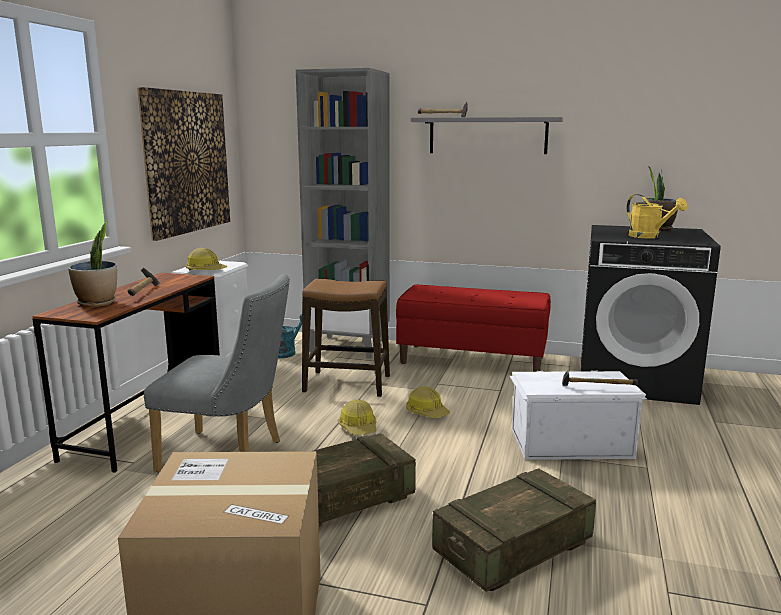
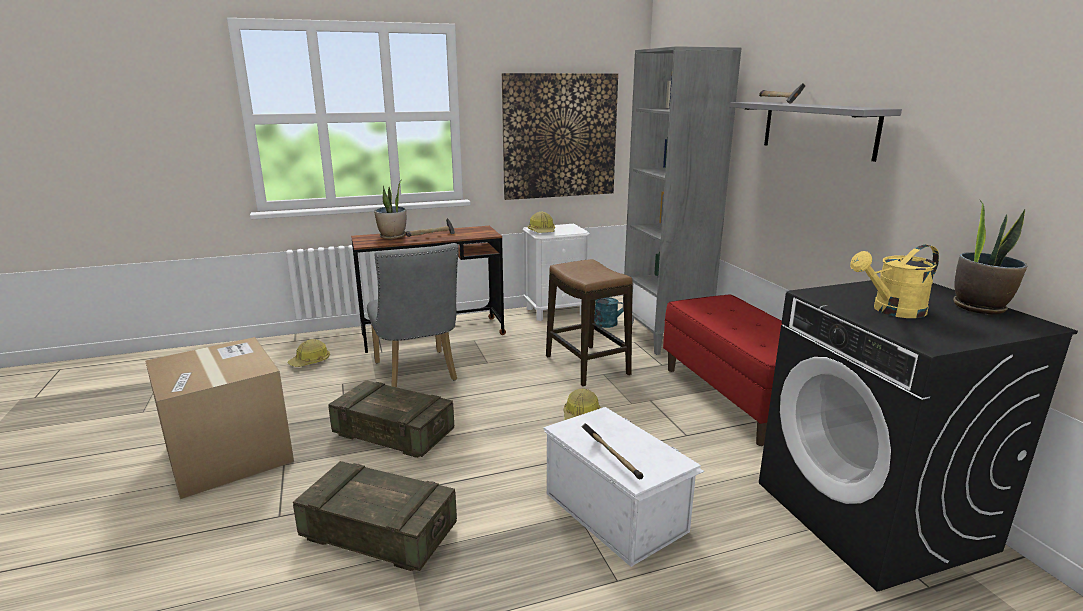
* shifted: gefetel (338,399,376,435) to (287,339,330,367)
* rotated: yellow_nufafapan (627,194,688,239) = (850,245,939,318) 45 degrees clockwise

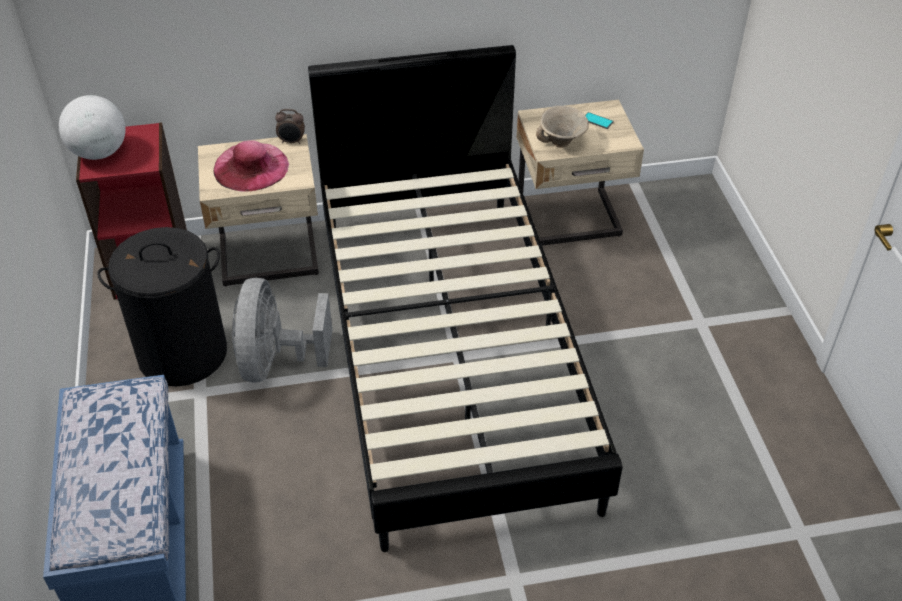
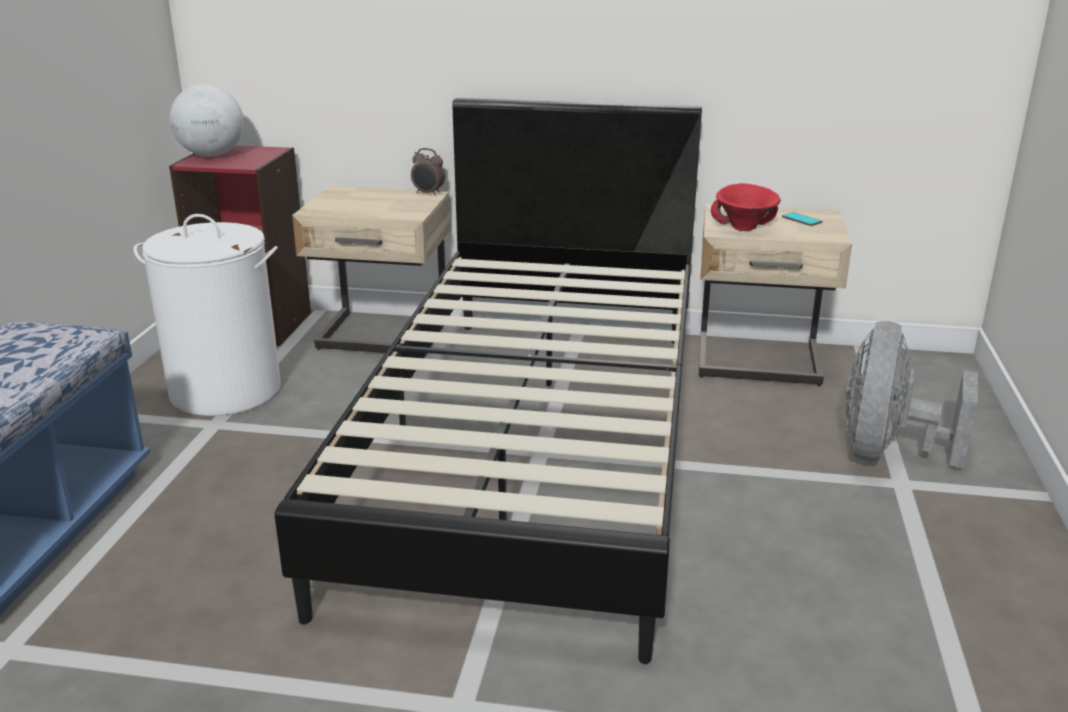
* gone: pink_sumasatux (213,141,289,192)
* shifted: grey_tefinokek (232,278,332,383) to (845,321,978,468)
* repainted: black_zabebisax (97,227,227,386) to white_zabebisax (134,214,281,416)
* repainted: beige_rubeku (536,106,589,148) to red_rubeku (711,183,781,231)

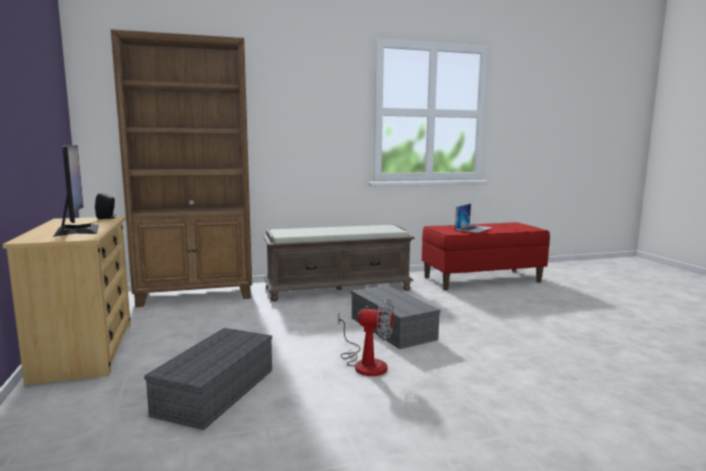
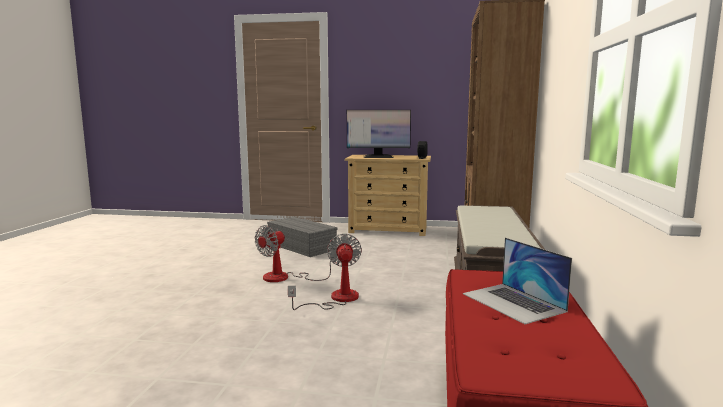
* swapped: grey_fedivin (351,285,440,349) to tefinokek (288,234,362,310)

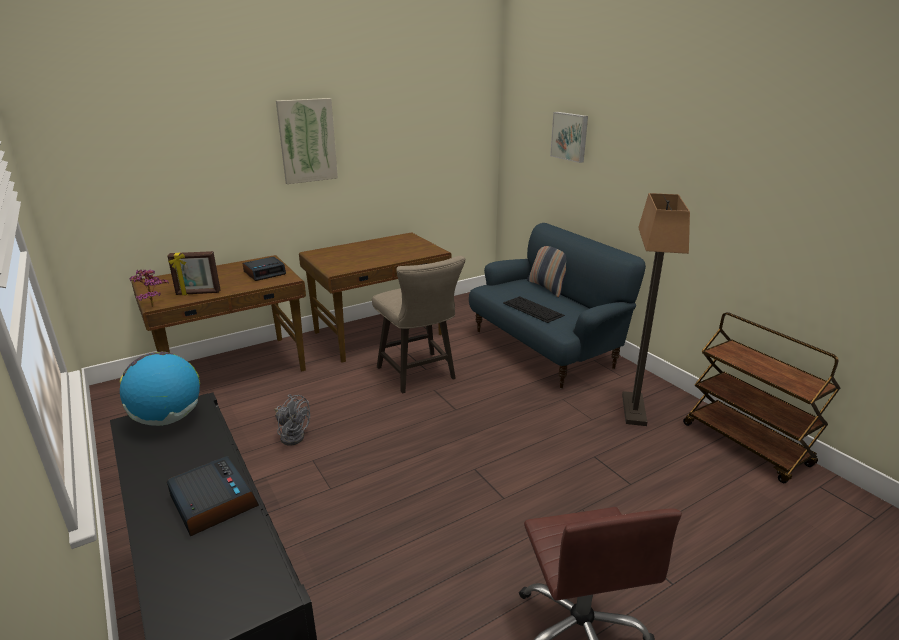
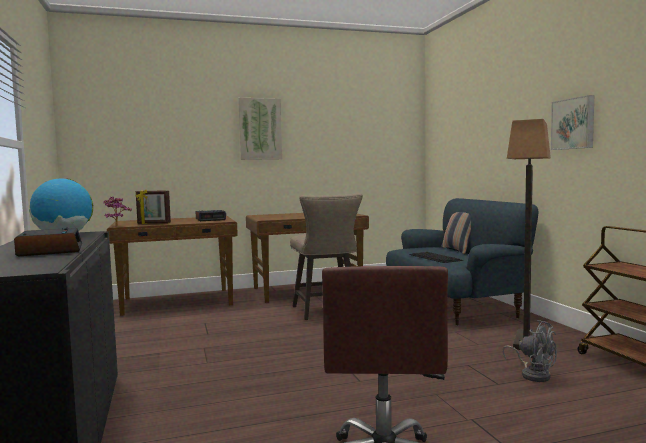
* shifted: grey_tefinokek (274,395,310,446) to (502,320,557,382)
* shifted: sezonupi (550,112,588,163) to (551,95,594,150)

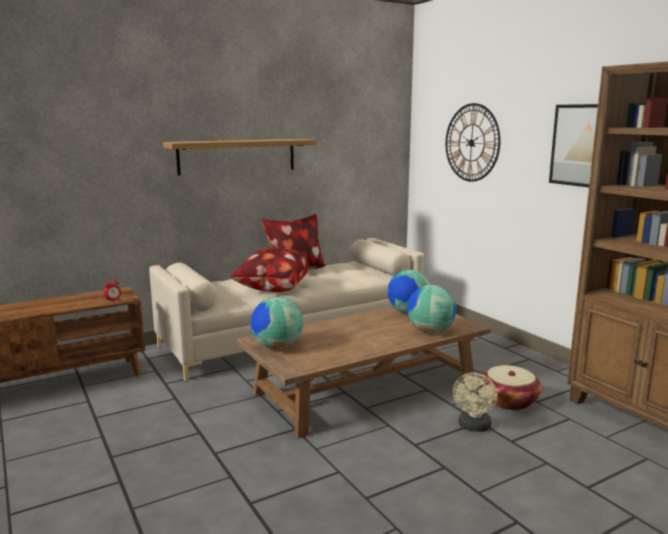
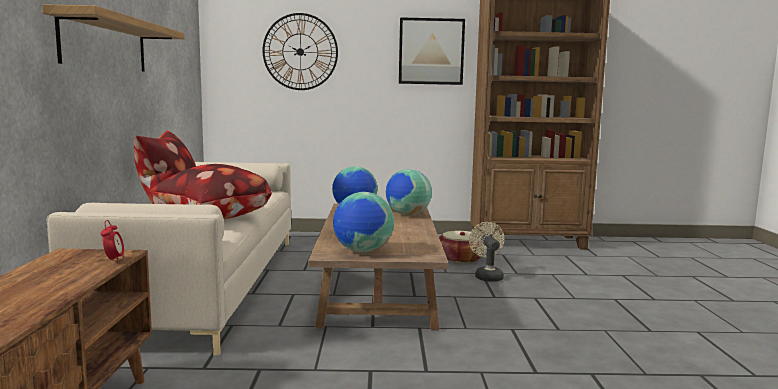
* rotated: beige_tefinokek (453,373,498,432) = (469,222,505,282) 150 degrees counterclockwise

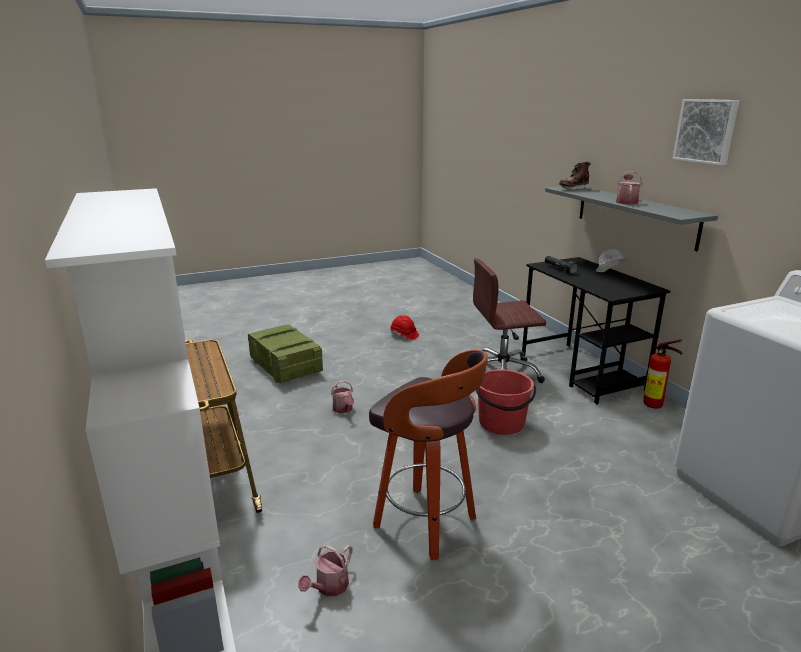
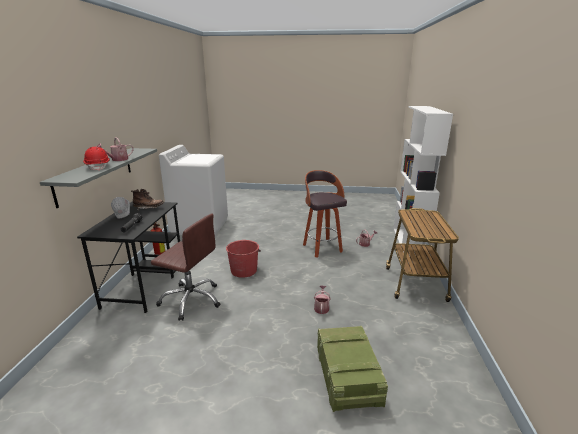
* gone: sezonupi (672,99,740,165)
* shifted: red_gefetel (390,315,419,340) to (83,147,110,171)
* shifted: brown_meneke (559,161,591,190) to (131,189,164,210)

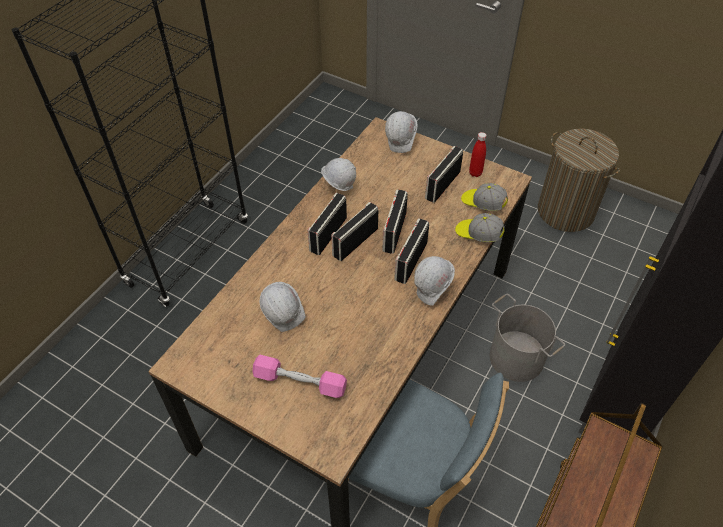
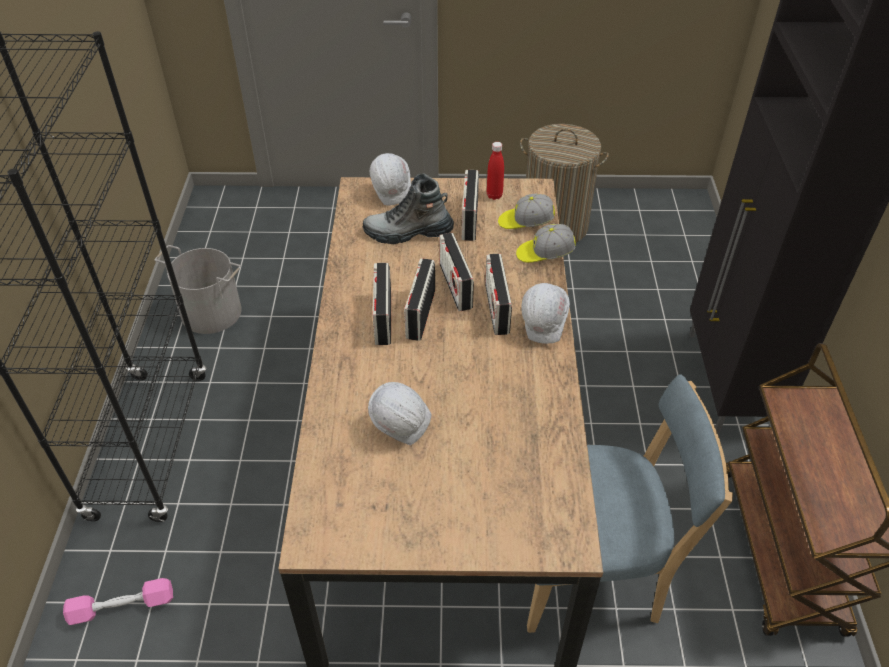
* gone: white_gefetel (321,158,356,191)
* new: meneke (363,173,454,244)
* shifted: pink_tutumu (253,355,347,398) to (63,578,173,625)
* shifted: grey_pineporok (490,294,565,382) to (155,245,242,334)

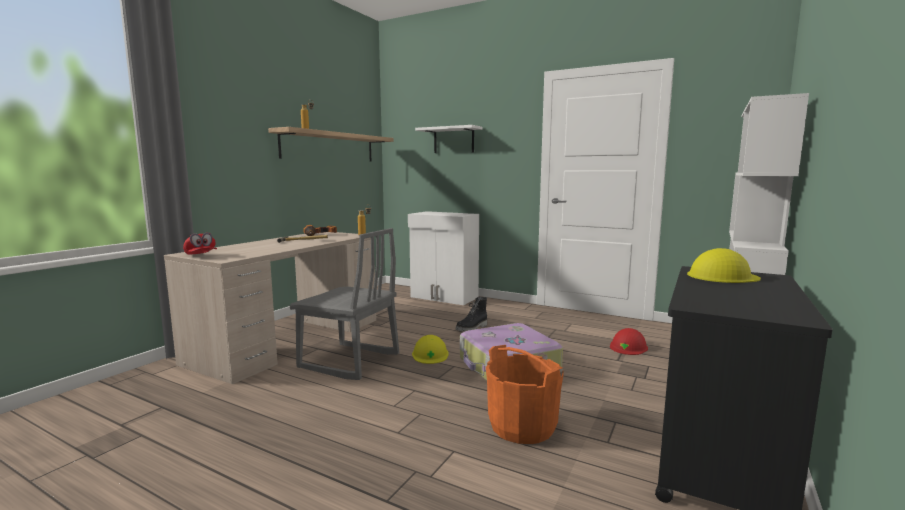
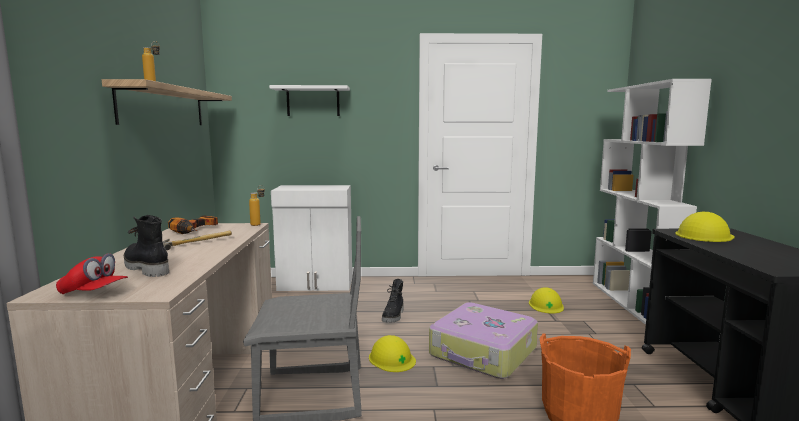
* new: black_meneke (124,215,169,277)
* repainted: red_gefetel (610,328,648,355) to yellow_gefetel (529,287,564,313)

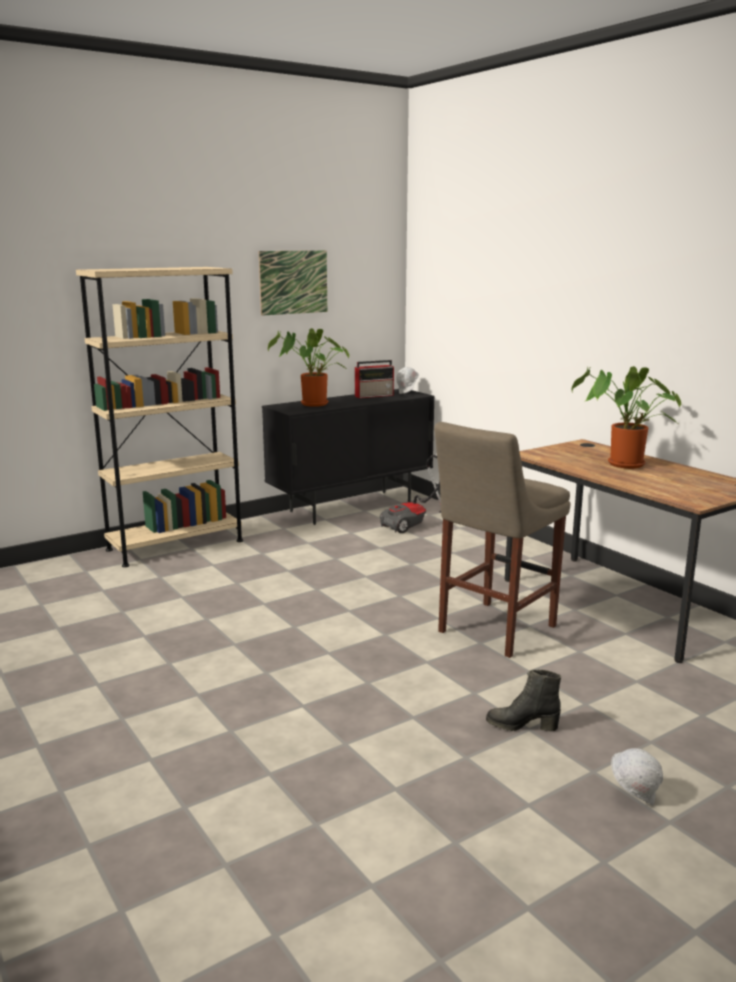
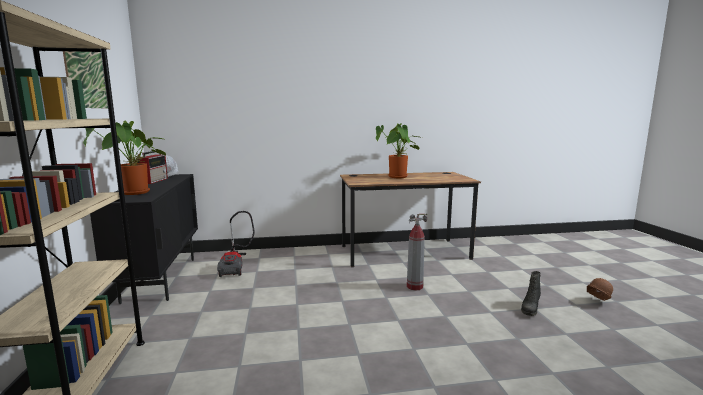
* swapped: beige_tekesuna (434,422,571,658) to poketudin (407,214,427,291)
* repainted: white_gefetel (611,748,663,806) to brown_gefetel (587,278,613,301)

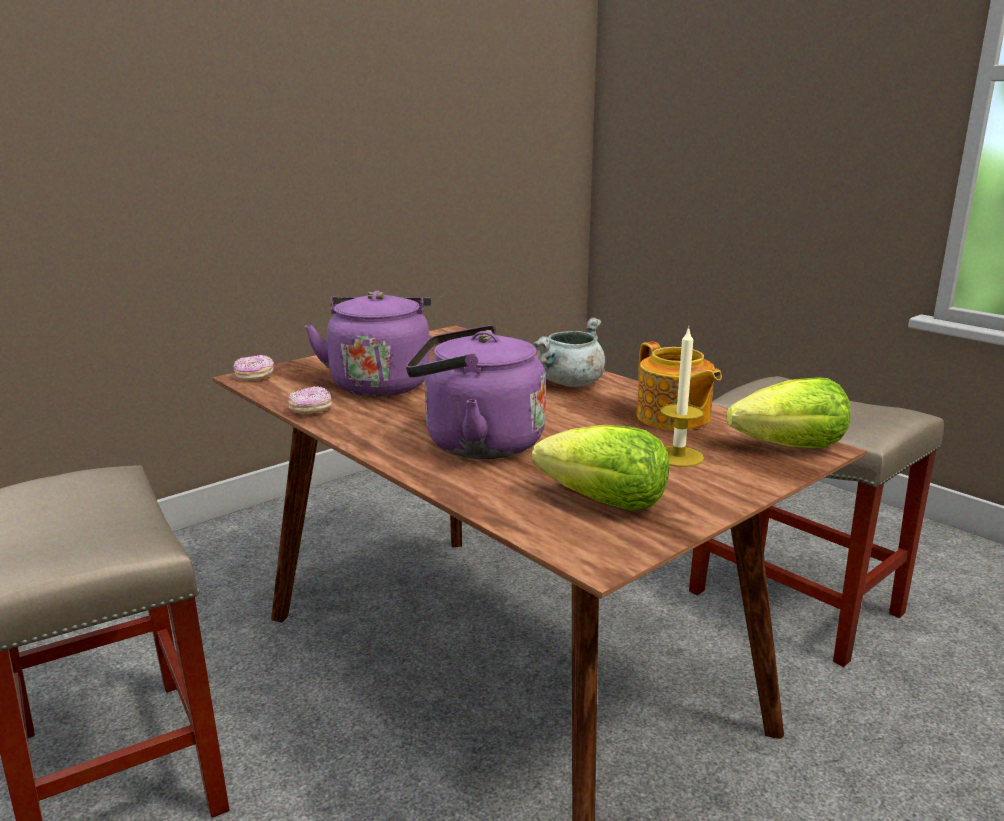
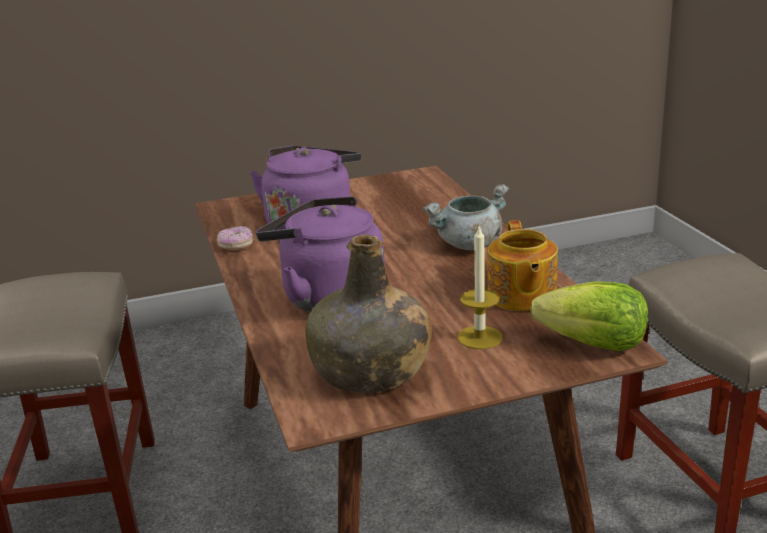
* gone: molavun (233,355,274,381)
* swapped: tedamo (532,425,670,511) to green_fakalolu (305,235,431,393)

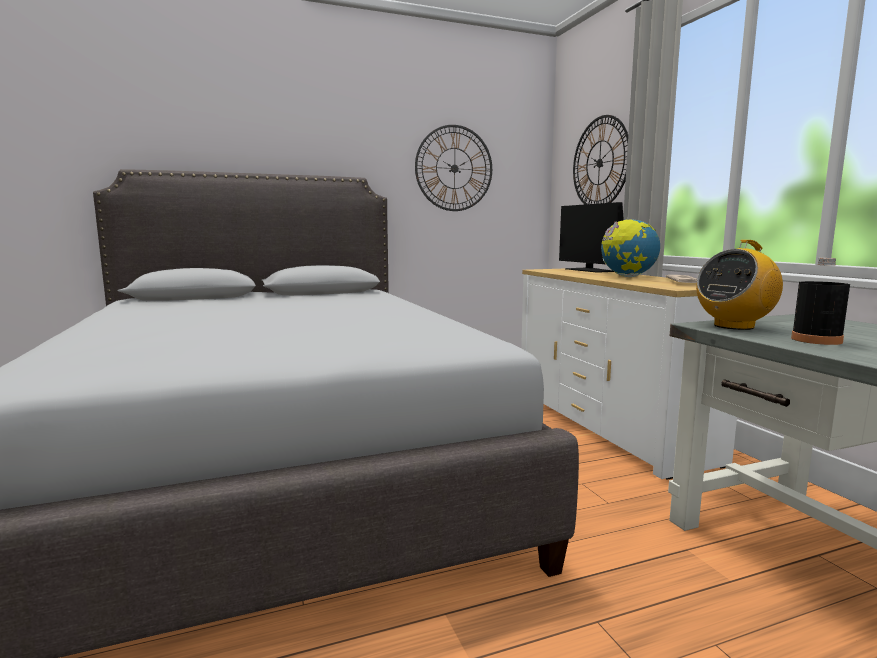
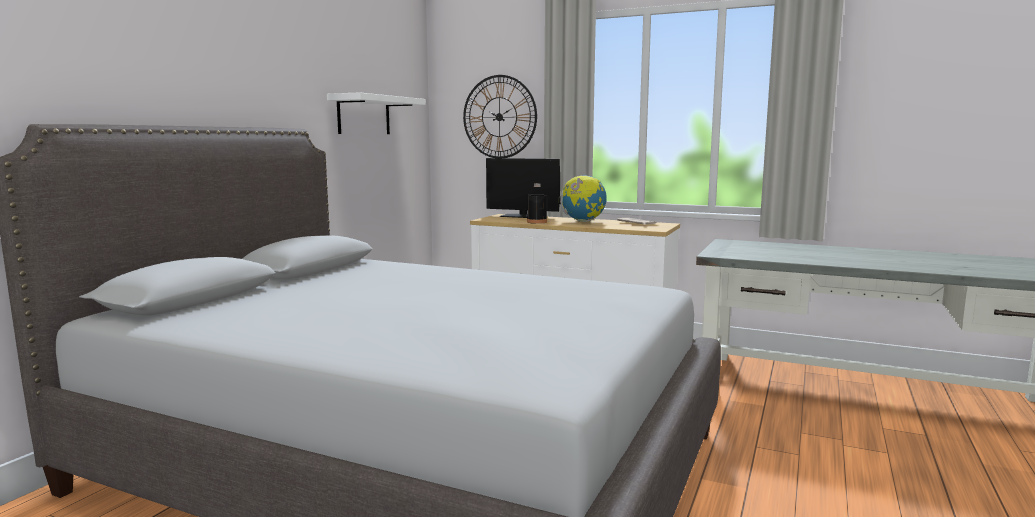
* gone: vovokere (696,240,783,330)
* shifted: black_fakalolu (791,258,850,345) to (527,183,547,224)
* swapped: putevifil (415,125,492,211) to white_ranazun (327,92,425,134)

